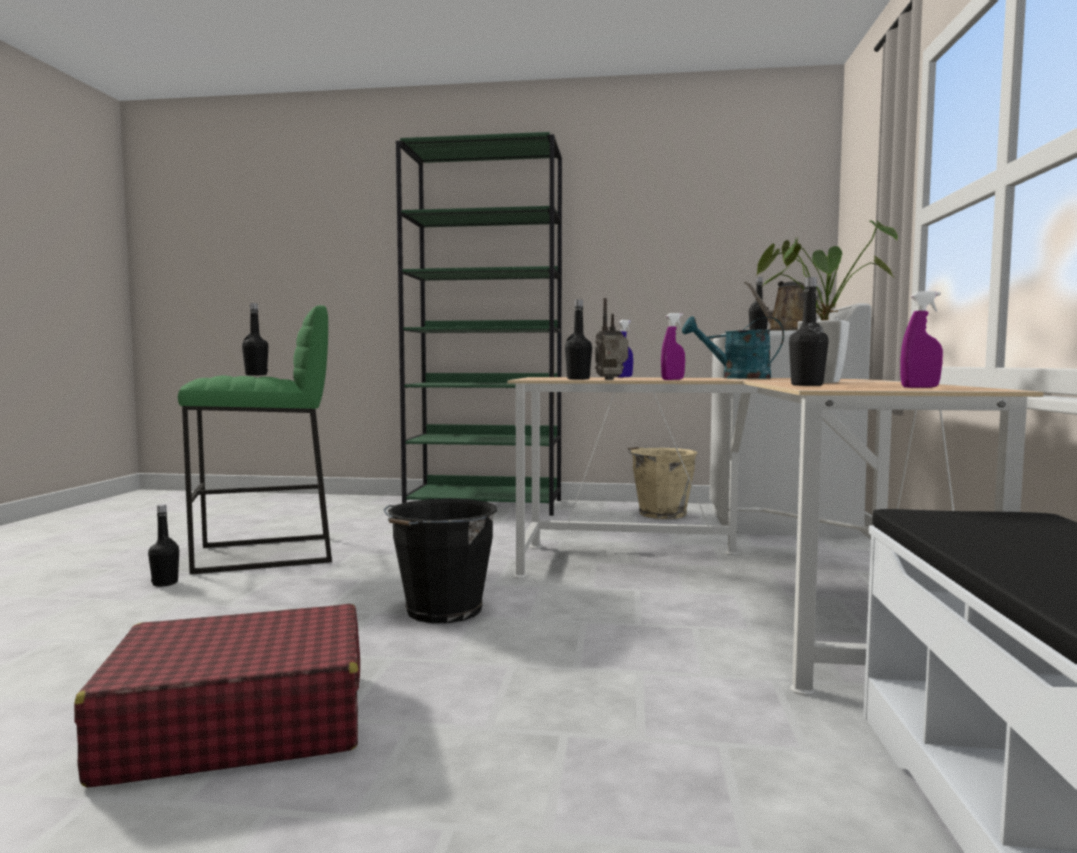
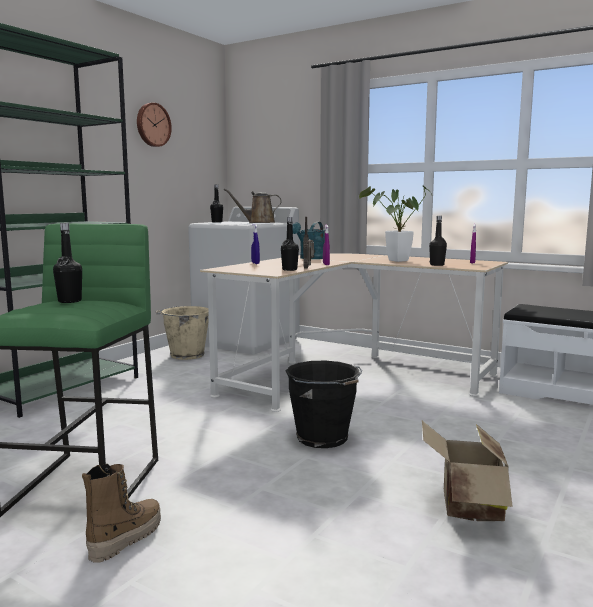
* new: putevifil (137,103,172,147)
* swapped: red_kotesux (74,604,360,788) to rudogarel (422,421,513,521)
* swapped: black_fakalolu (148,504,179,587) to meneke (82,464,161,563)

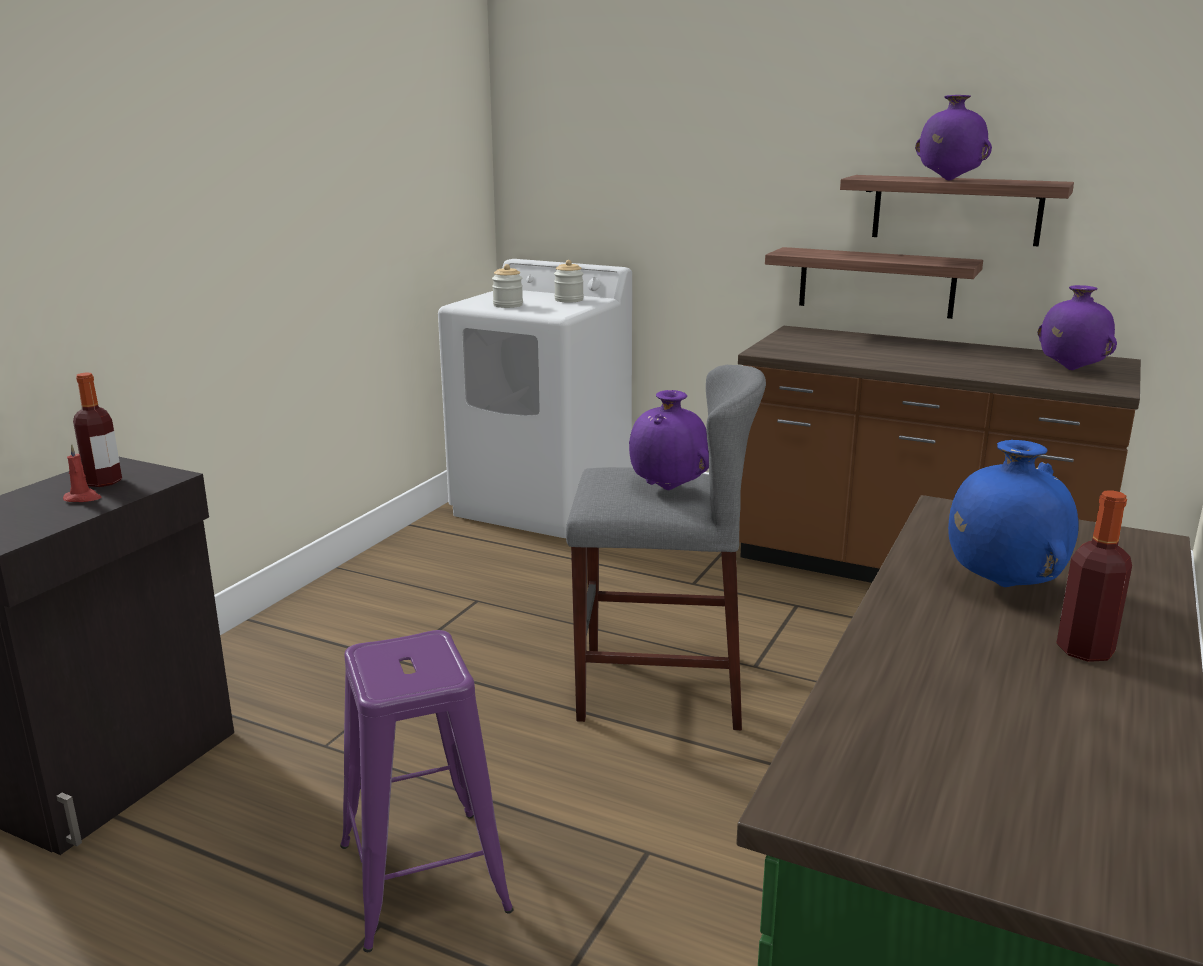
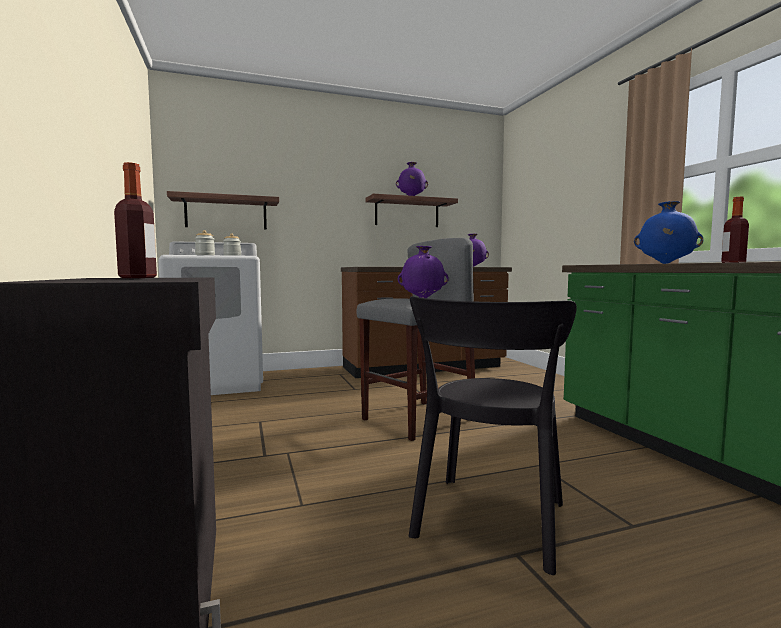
* gone: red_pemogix (63,444,101,502)
* shifted: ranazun (765,247,983,319) to (167,191,279,230)
* swapped: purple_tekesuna (340,630,514,952) to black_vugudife (409,296,577,575)

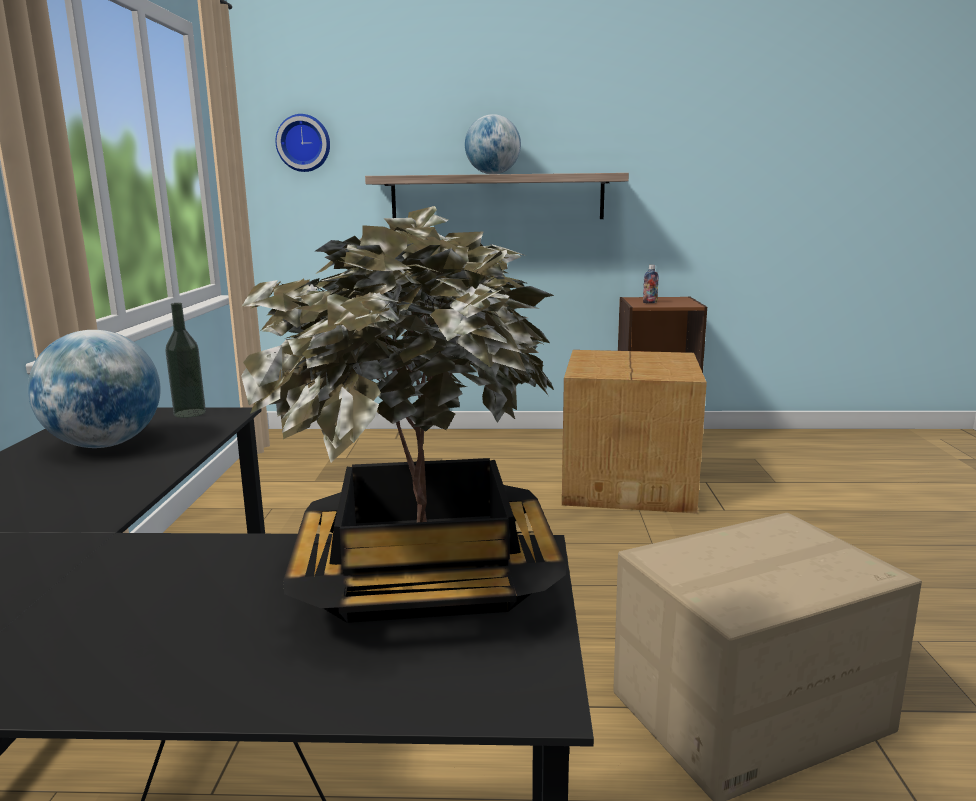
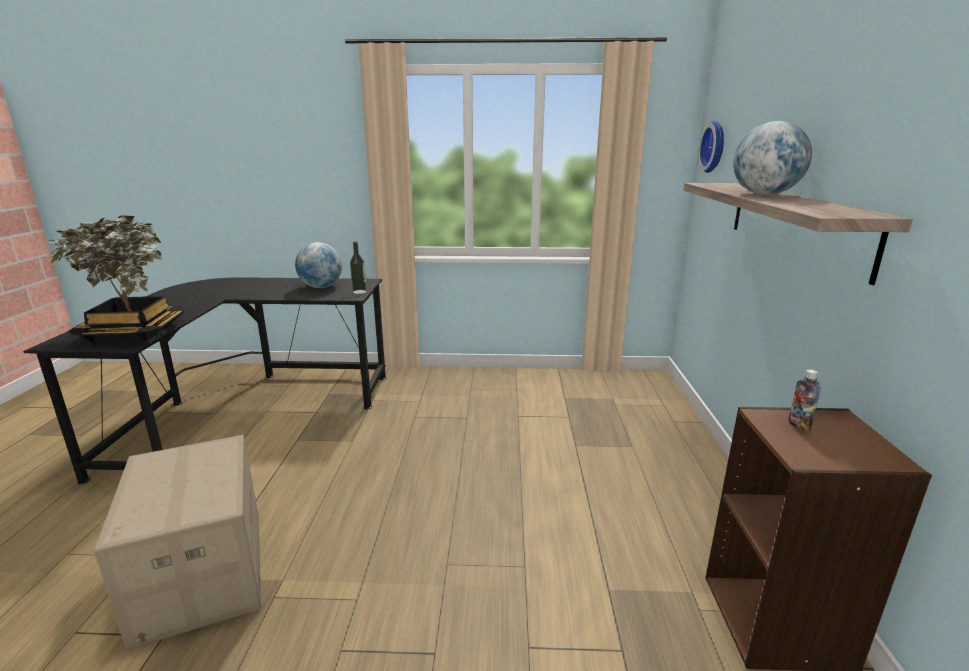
* gone: rudogarel (562,350,707,514)

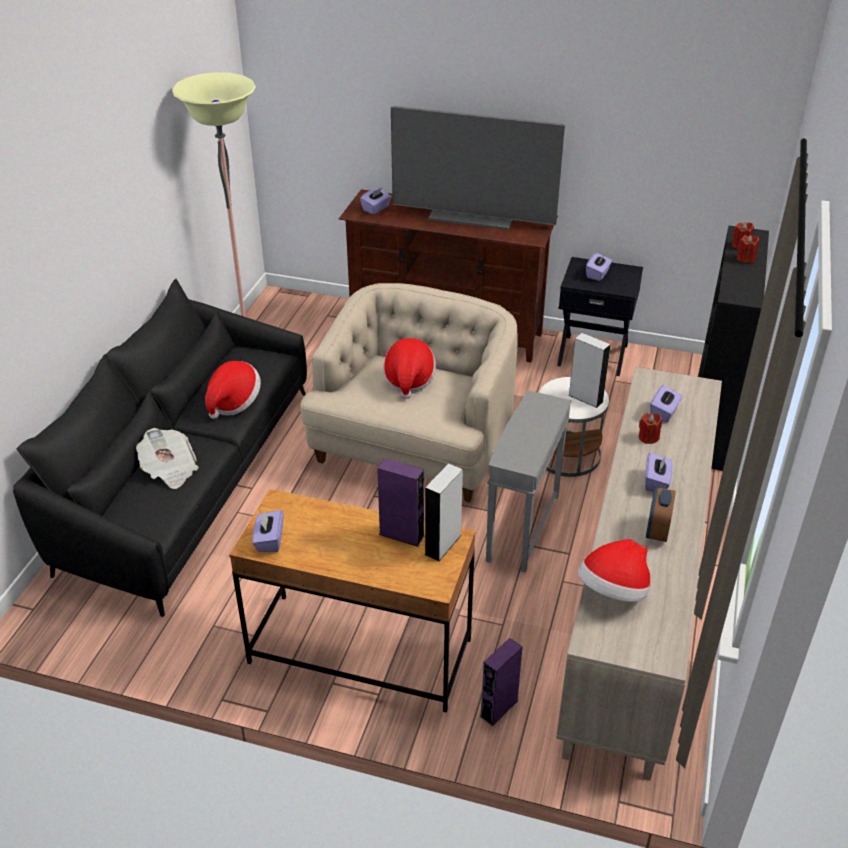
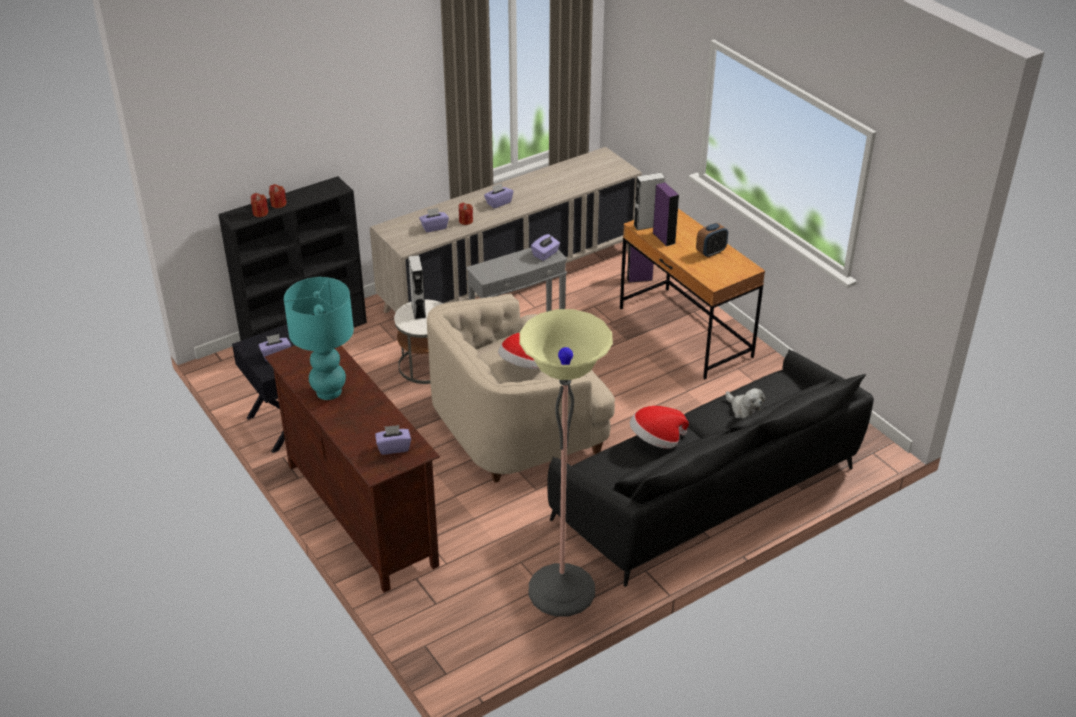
* gone: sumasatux (578,539,650,602)
* shifted: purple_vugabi (252,510,283,552) to (531,234,560,261)
* shifted: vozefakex (646,487,676,542) to (696,223,728,258)
* swapped: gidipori (136,428,199,489) to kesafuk (726,388,765,418)
* swapped: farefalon (391,106,565,230) to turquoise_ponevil (284,277,354,400)

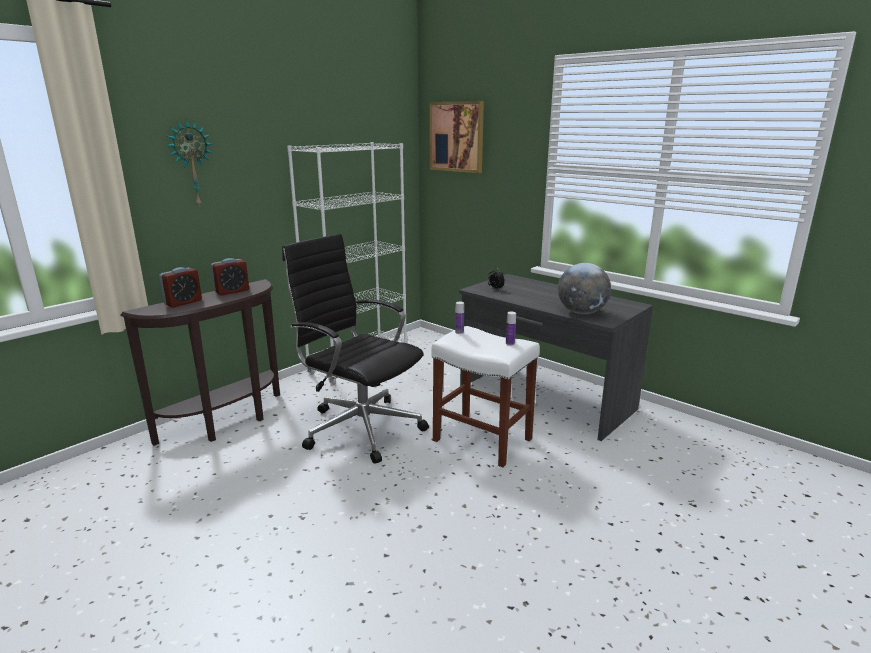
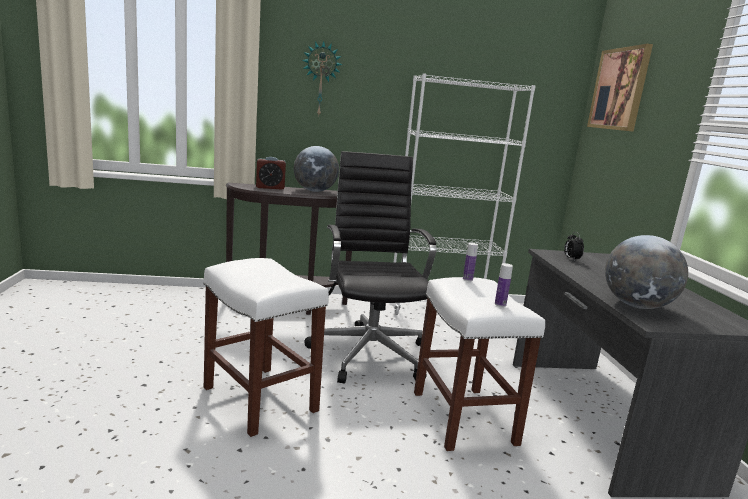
* new: white_tekesuna (203,258,329,437)
* swapped: vozefakex (211,258,249,296) to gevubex (294,146,339,192)

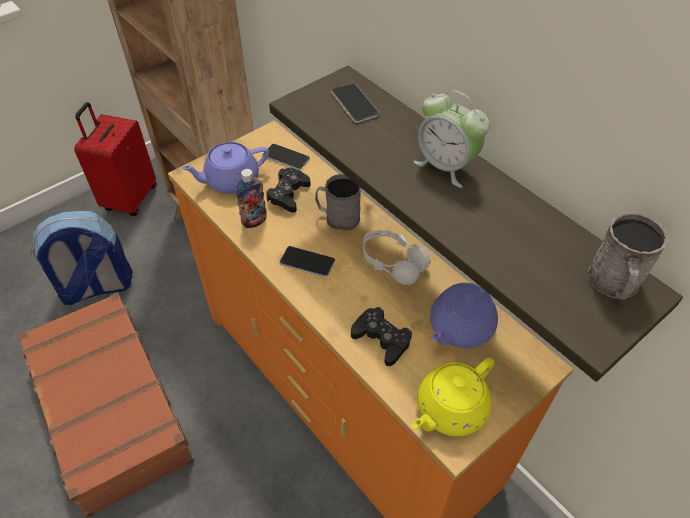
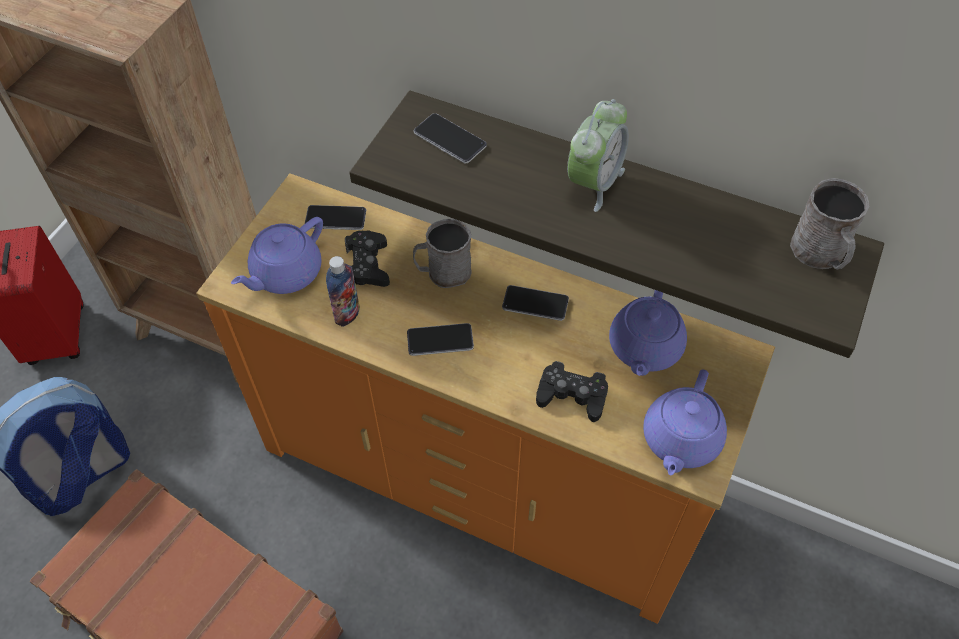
* swapped: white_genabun (363,230,431,285) to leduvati (502,285,569,321)
* repainted: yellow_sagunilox (412,357,495,437) to purple_sagunilox (643,370,727,475)
* rotated: vozefakex (414,90,490,188) = (567,99,629,212) 75 degrees counterclockwise

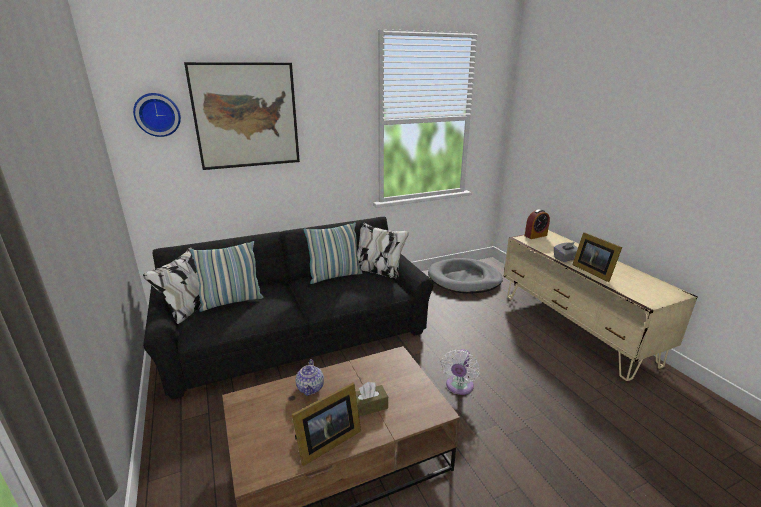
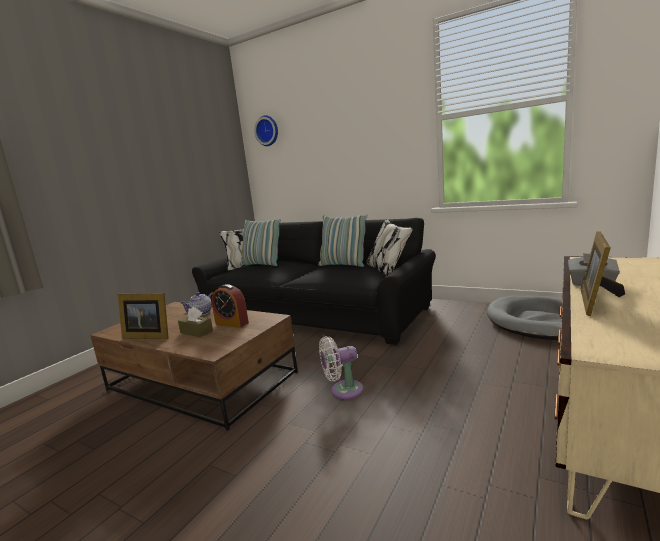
* gone: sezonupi (184,62,300,170)
* shifted: vozefakex (525,209,550,239) to (212,284,249,328)

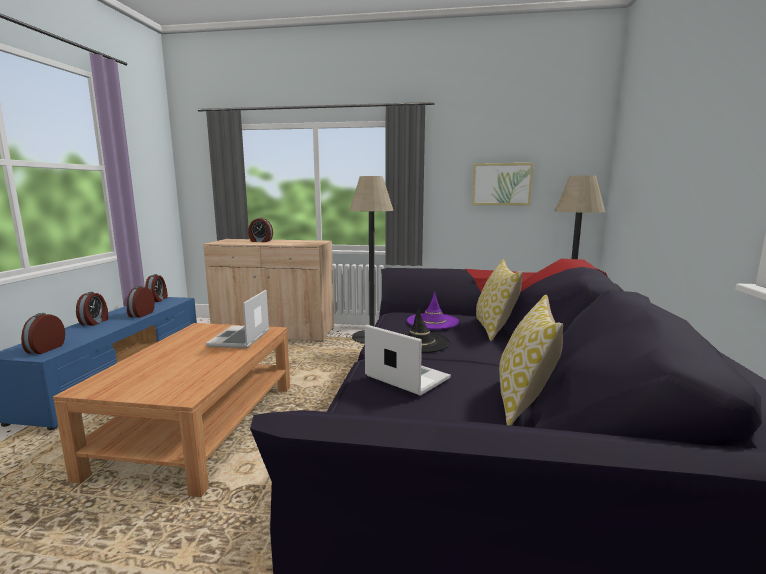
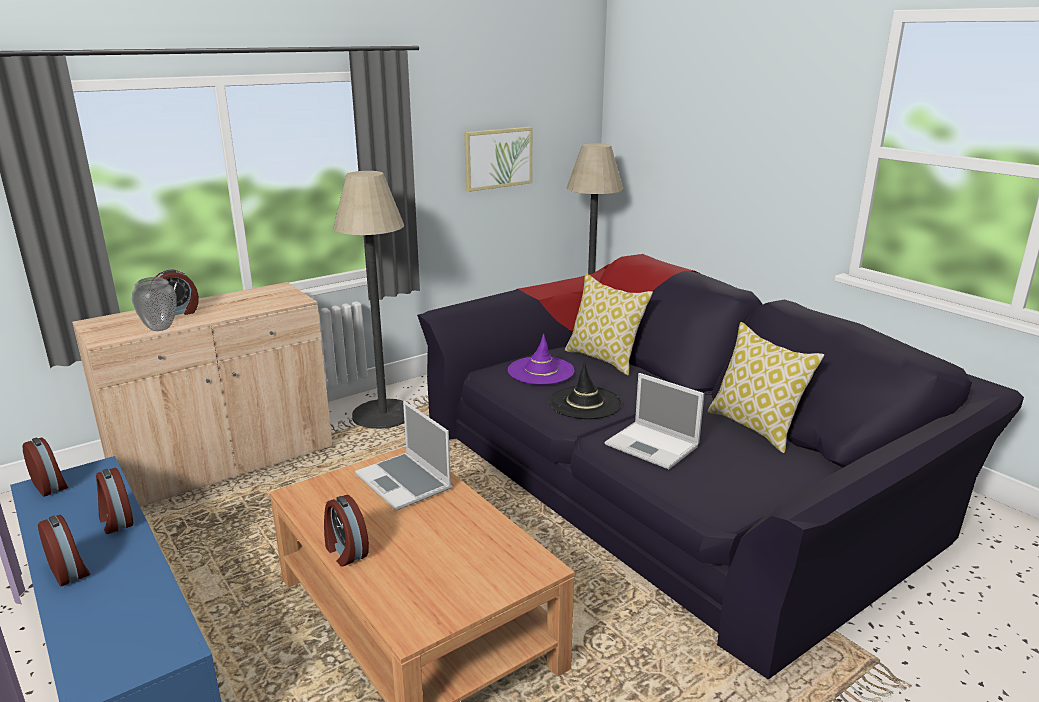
* new: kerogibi (132,277,176,331)
* shifted: vozefakex (21,313,65,354) to (324,495,369,567)
* rotated: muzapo (365,325,451,396) = (605,373,704,470) 135 degrees counterclockwise

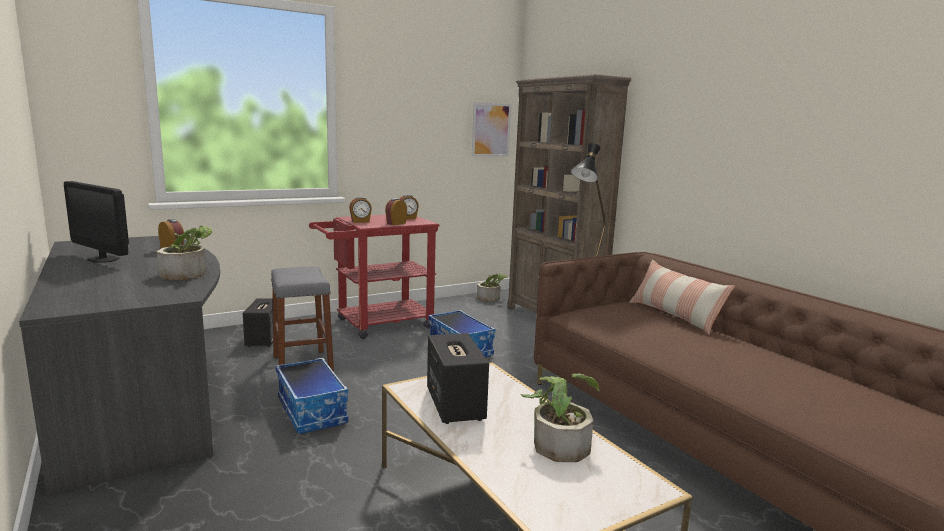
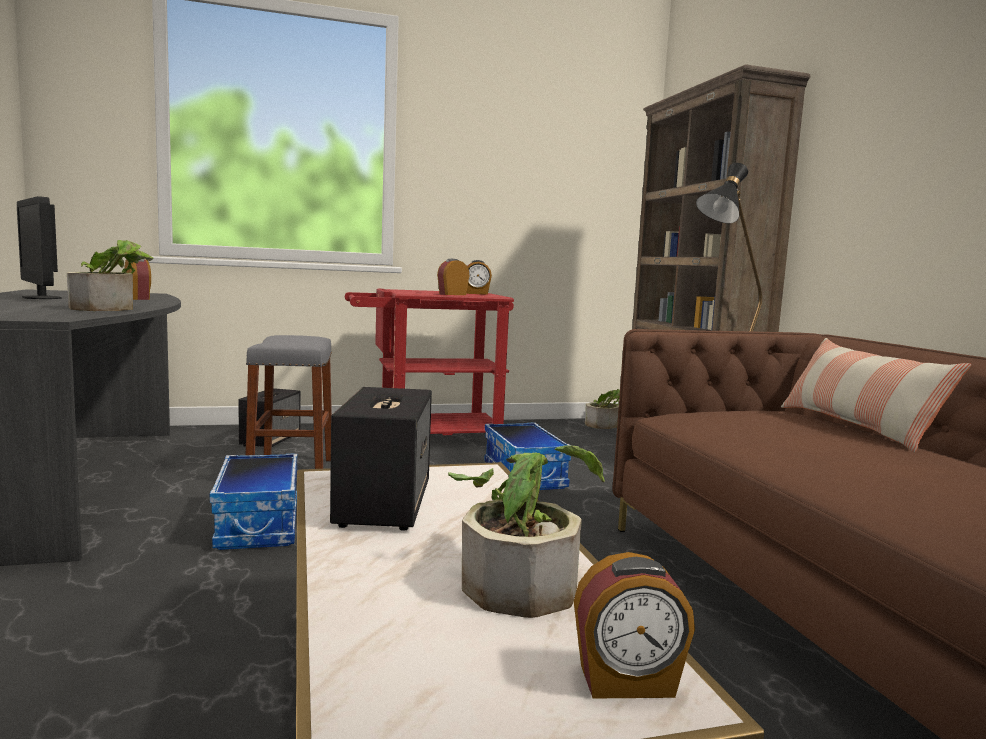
* gone: sezonupi (472,102,511,157)
* shifted: vozefakex (349,197,372,223) to (574,552,695,699)

